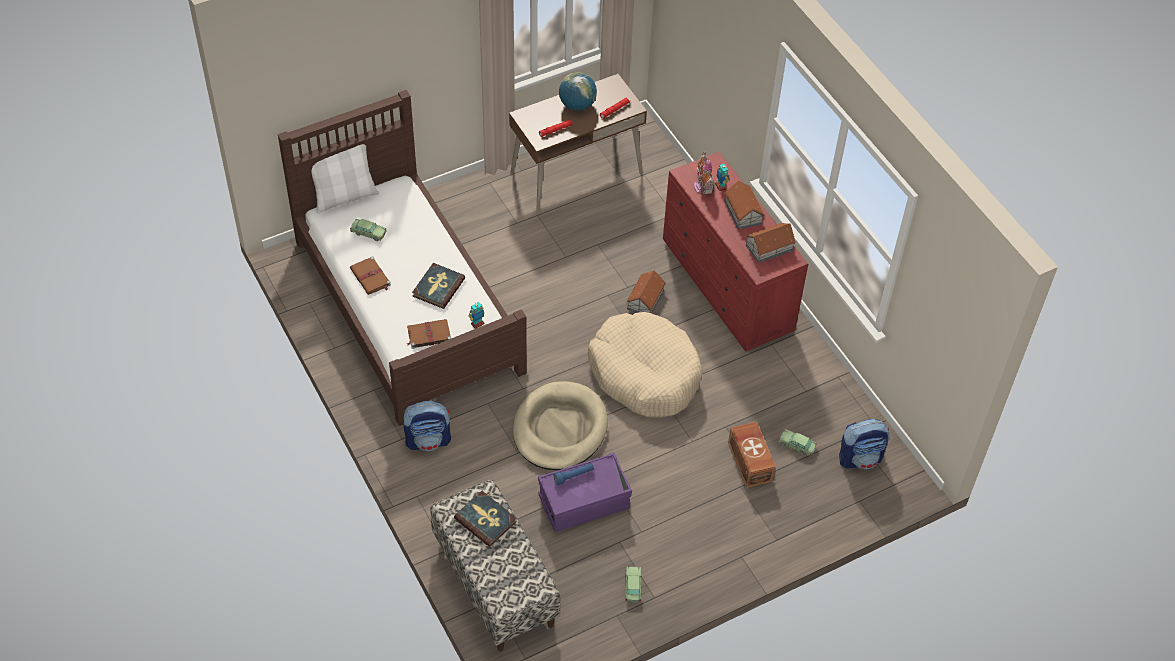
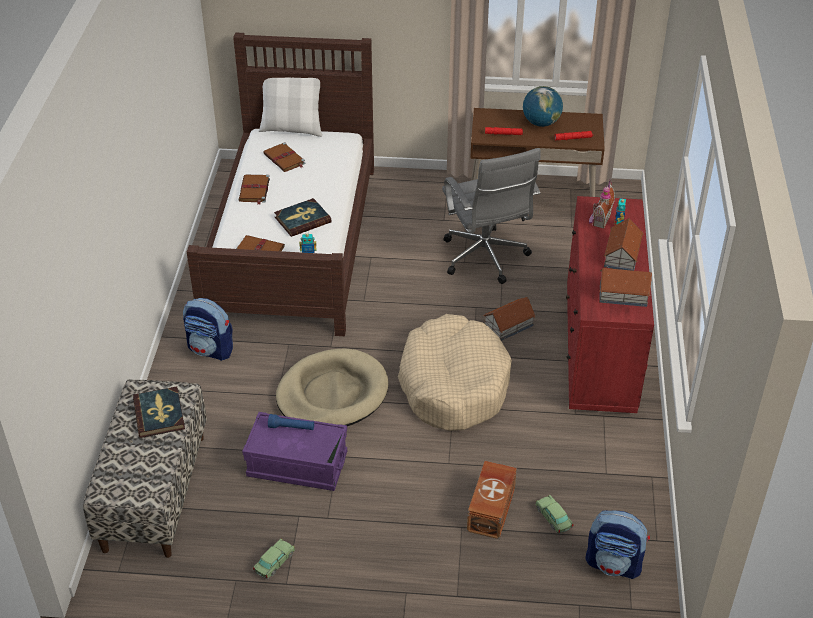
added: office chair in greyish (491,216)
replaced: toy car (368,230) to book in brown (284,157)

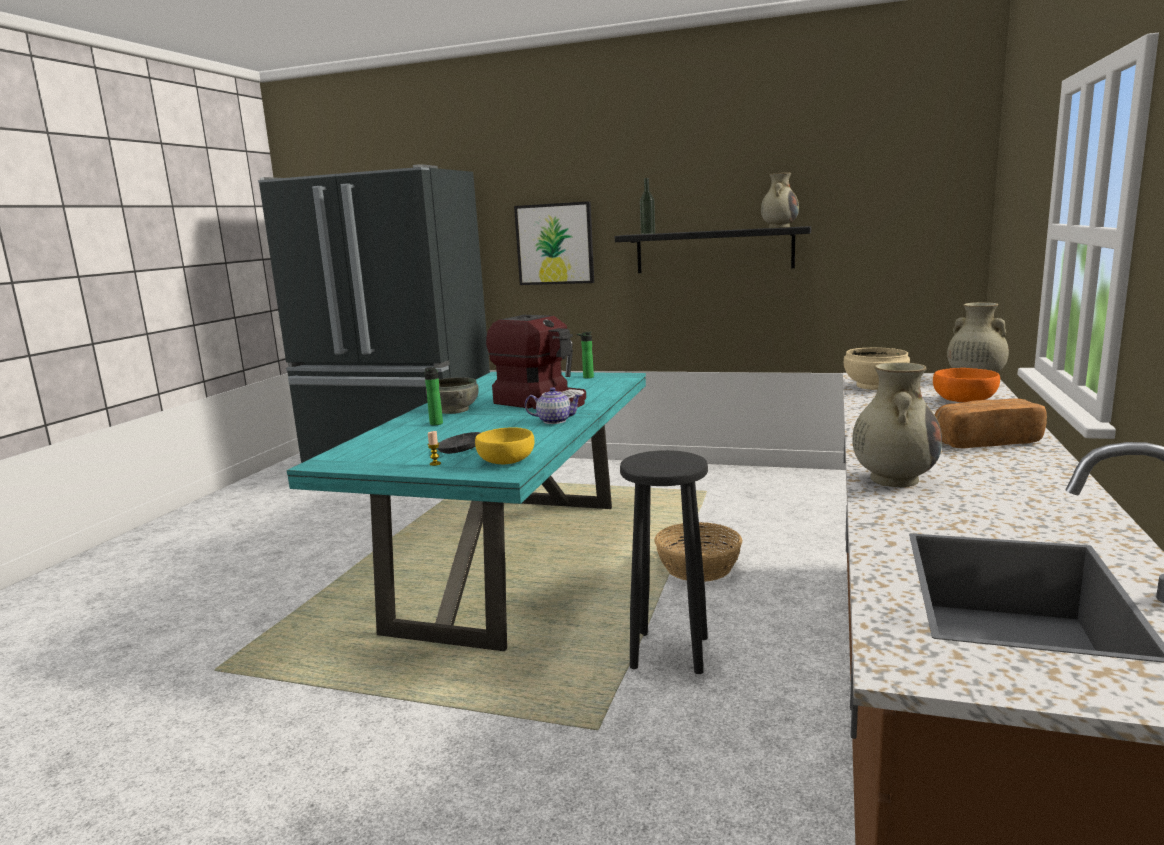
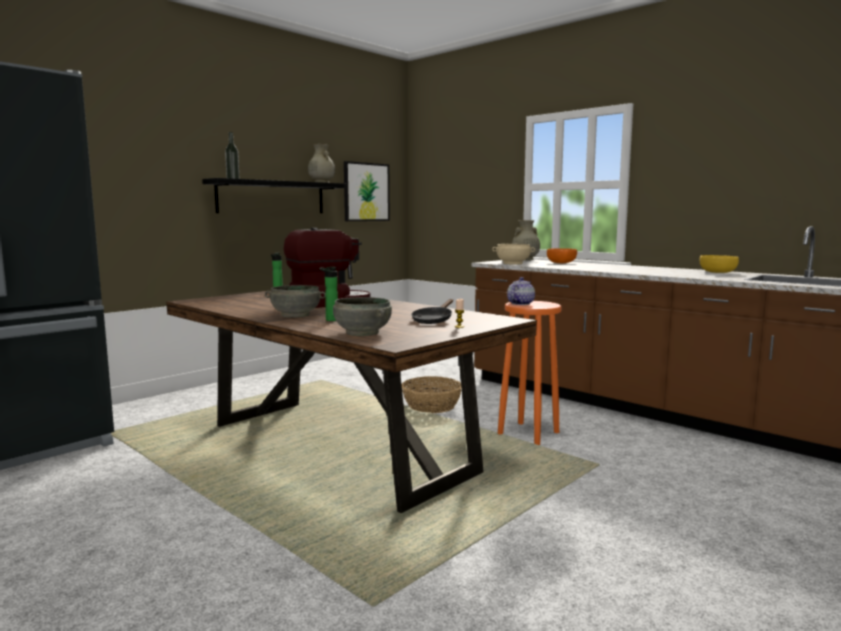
removed: vase in beige-coloured (897,424); bakery bread (991,423)
added: serving bowl in greyish (362,316)
moved: serving bowl in yellow (505,445) to (719,264); picture (554,243) to (367,191); teapot (553,405) to (521,291)
recoloured: dining table in turquoise-coloured (466,511) to dining table in brown (351,402); stool in blackish (664,562) to stool in orange-coloured (530,373)

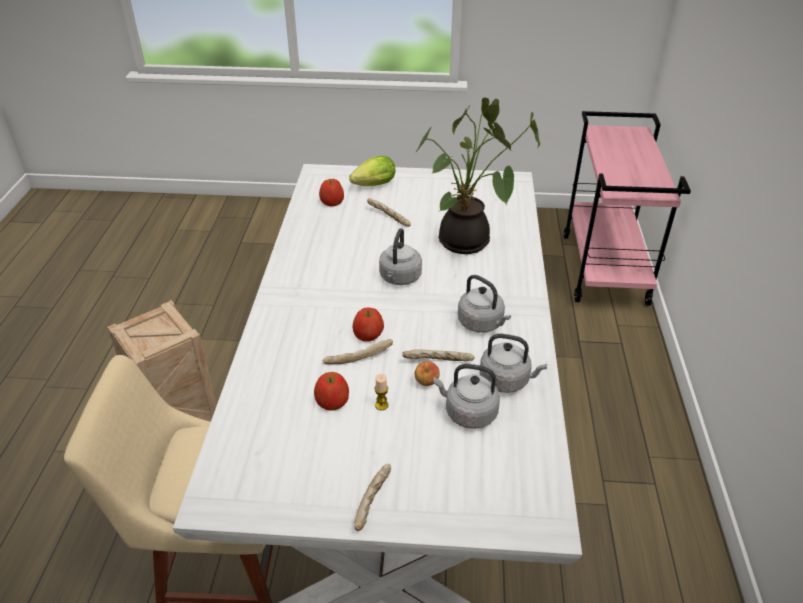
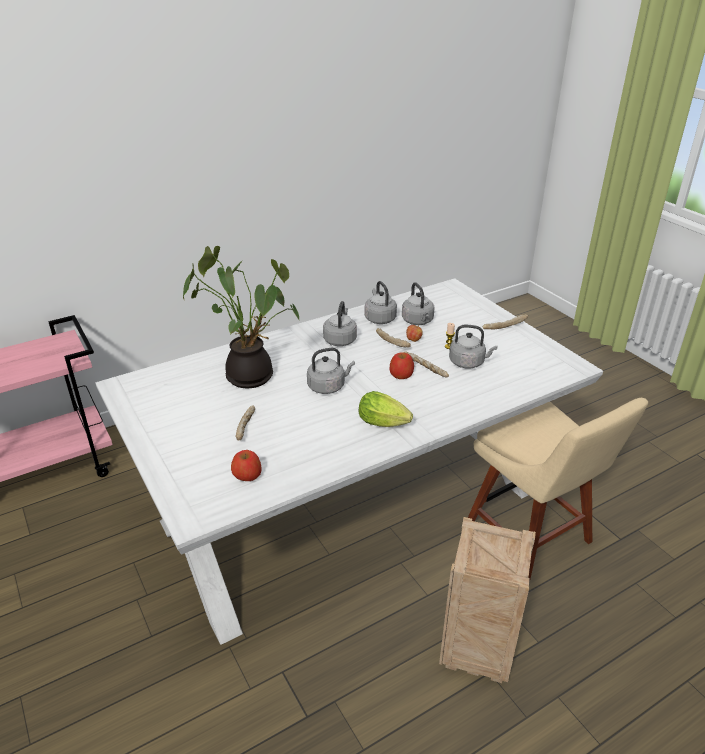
moved: lettuce (372,170) to (386,409)
replaced: apple fruit (331,391) to tea kettle in greyish (473,346)

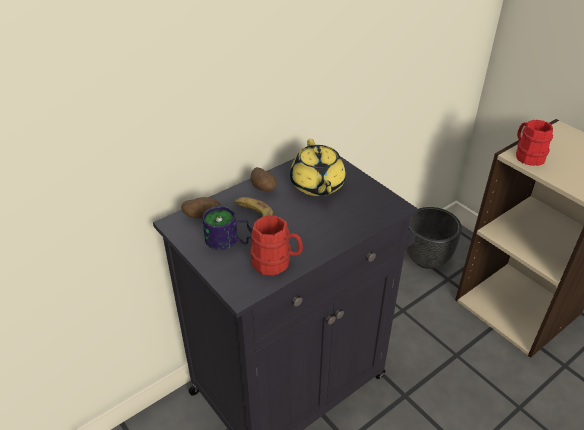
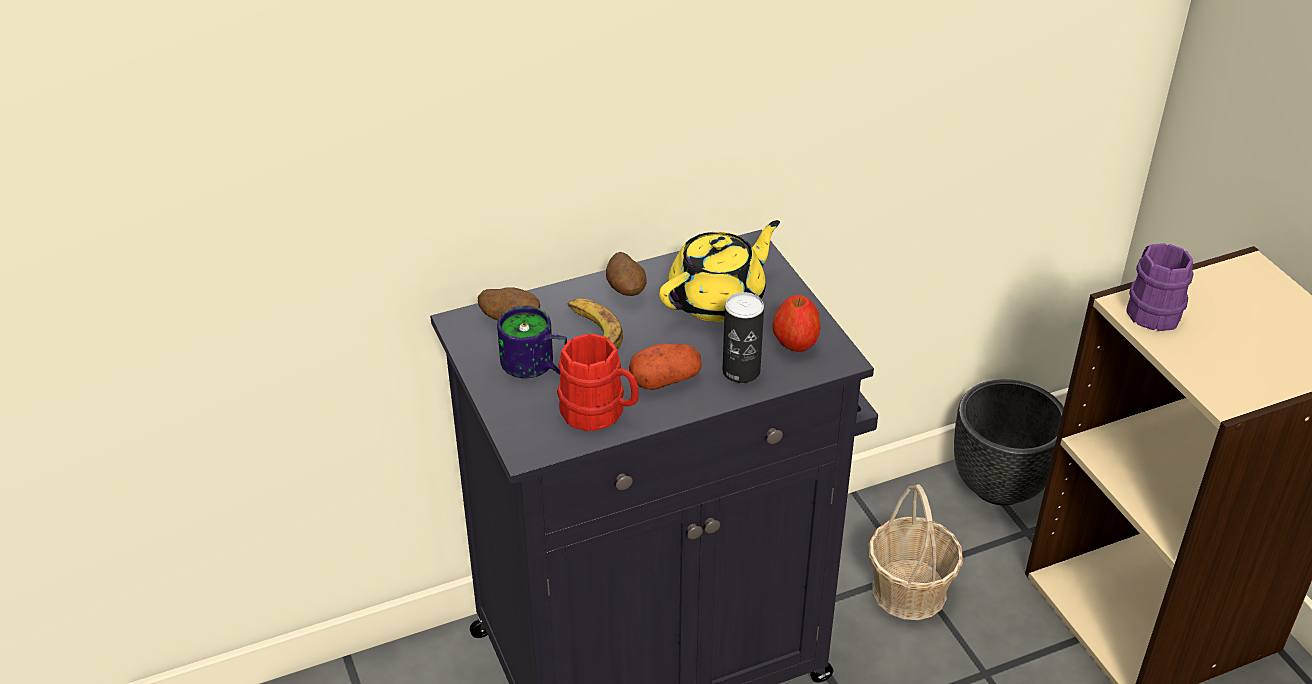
added: whole potato (665,366); can (743,337); apple fruit (796,323); household basket (916,552)
recoloured: coffee mug in reddish (534,143) to coffee mug in purple-coloured (1160,287)
turned: teapot in yellow (318,167) = (719,271) 135 degrees counterclockwise

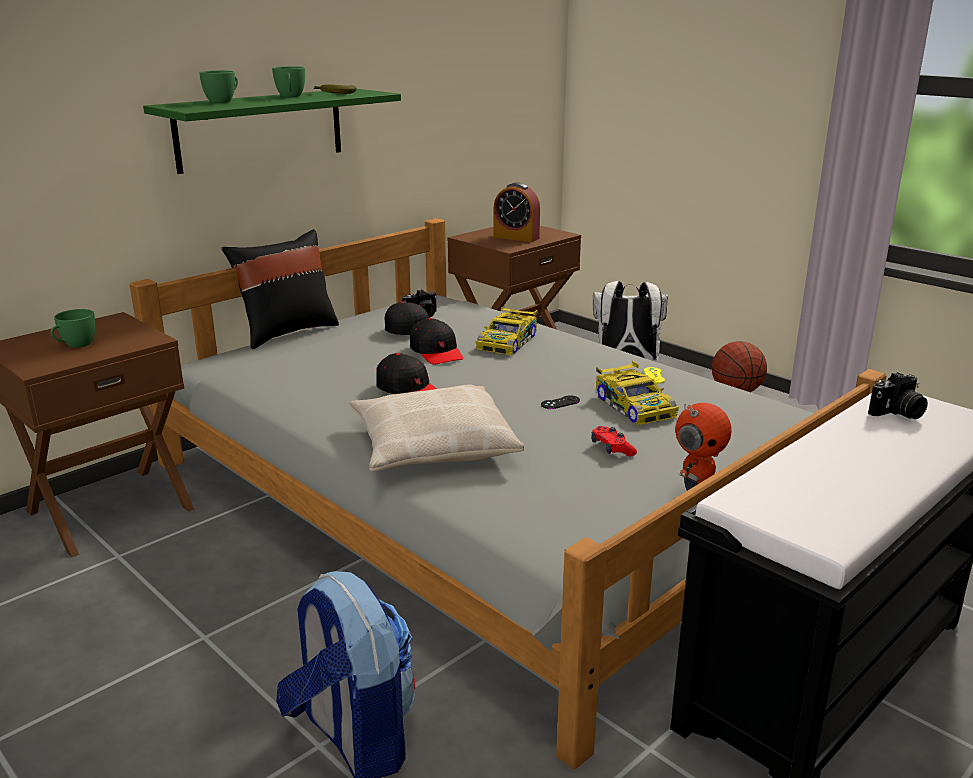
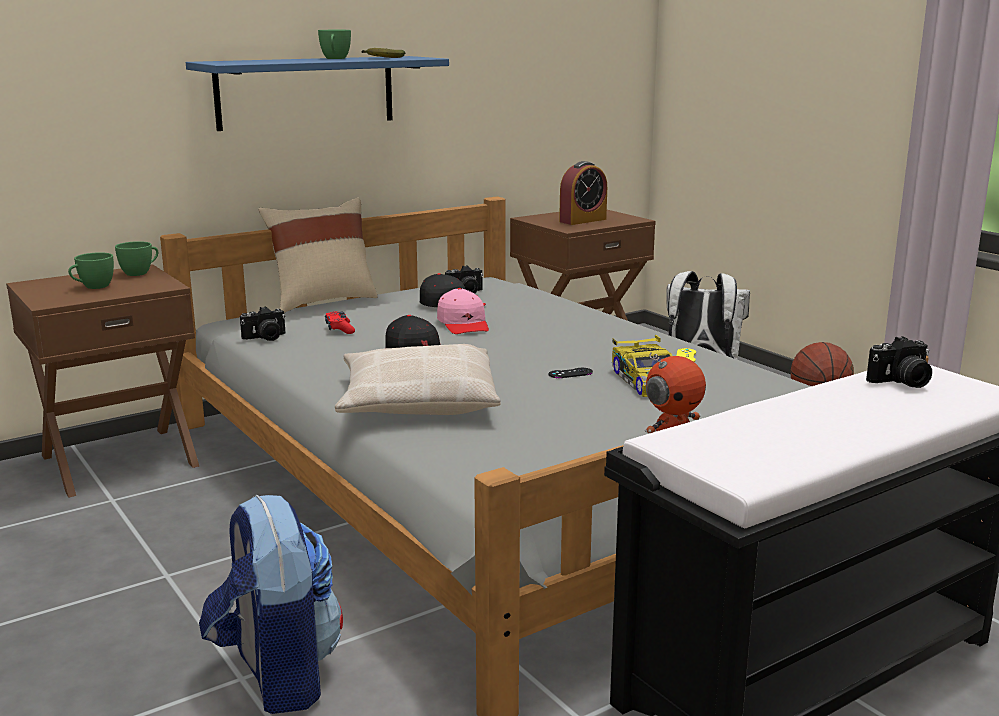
removed: toy car (507,330)
added: photo camera (263,323)
moved: cup in greenish (218,86) to (136,258); gamepad in reddish (614,441) to (340,322)
recoloured: shelf in greenish (272,131) to shelf in bluish (317,93); pillow in blackish (280,289) to pillow in beige-coloured (318,255); baseball cap in blackish (436,341) to baseball cap in pink-coloured (463,311)
turned: alarm clock (517,212) = (583,193) 75 degrees counterclockwise

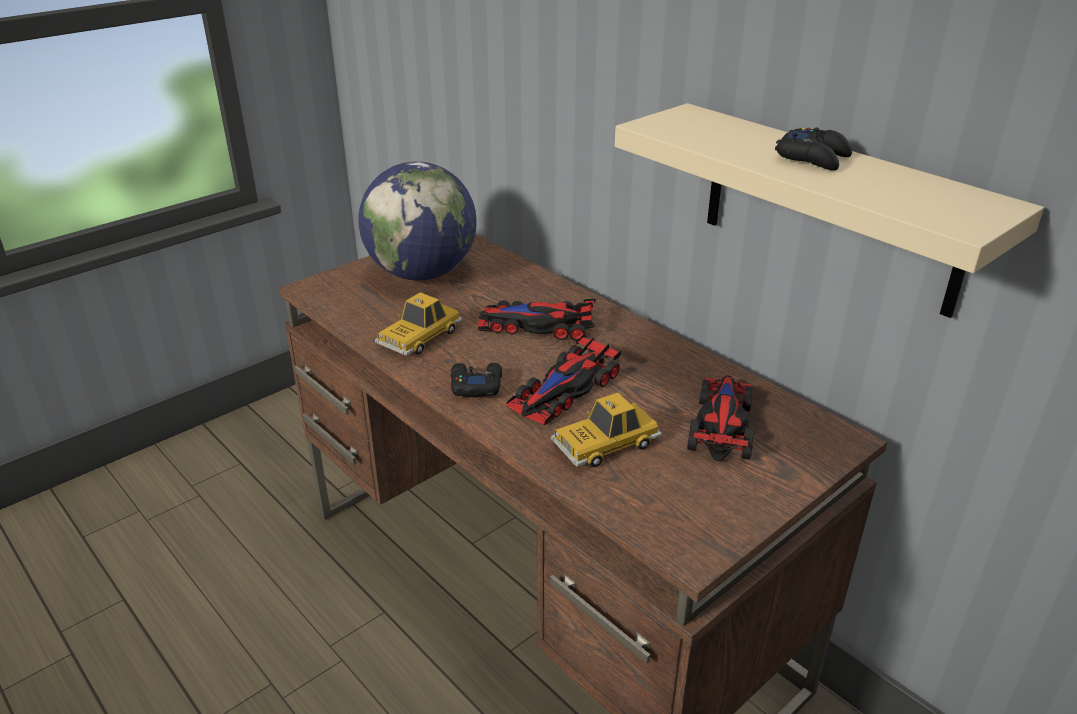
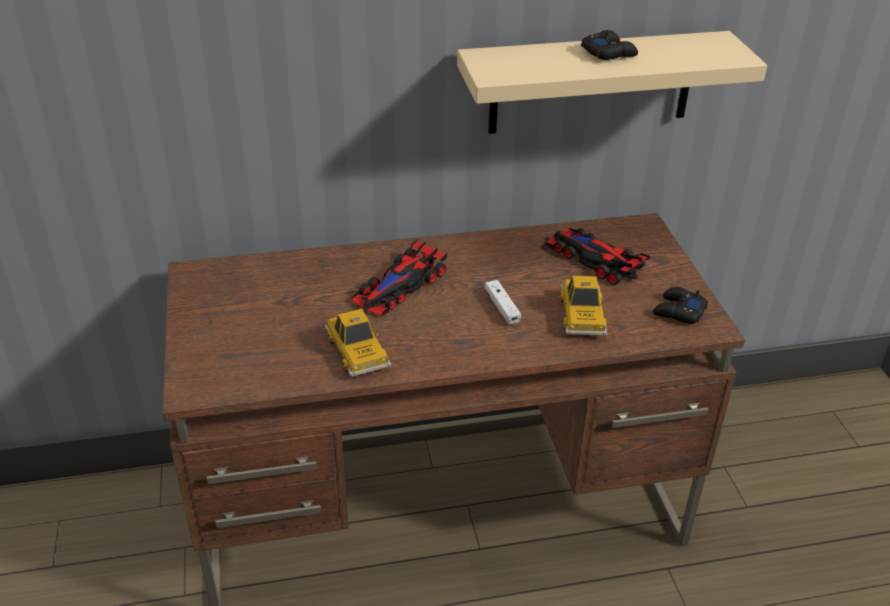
removed: world globe (417,221)
moved: gamepad in blackish (476,380) to (680,305)
replaced: toy car (563,380) to gamepad in white (503,302)

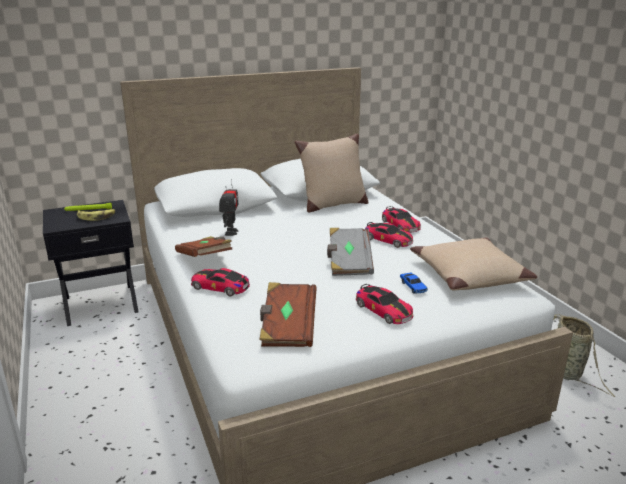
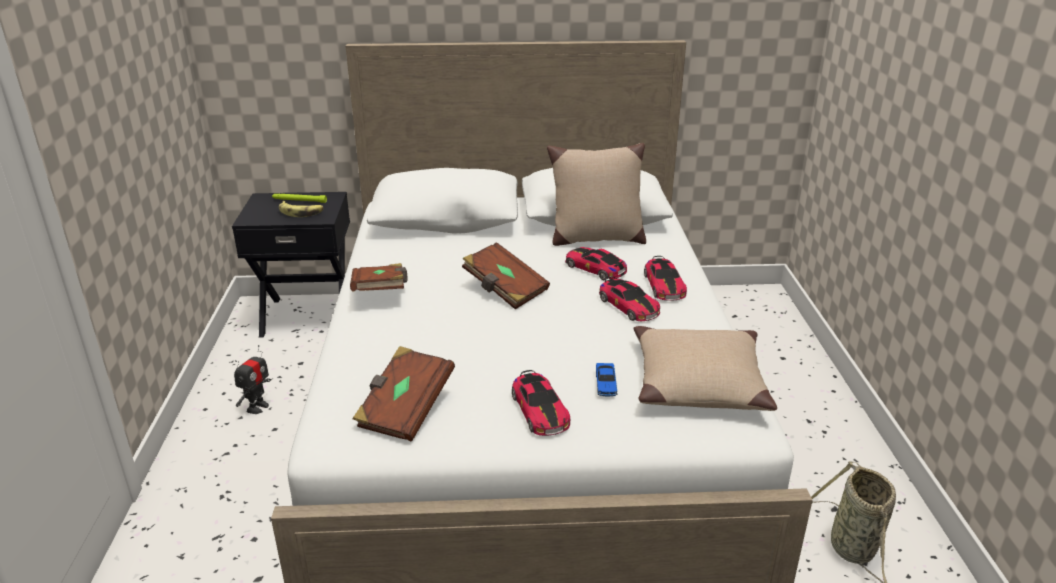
removed: book in greyish (350,252)
added: book in brown (506,275)
moved: toy car (220,282) to (596,263); toy robot (229,207) to (252,379)

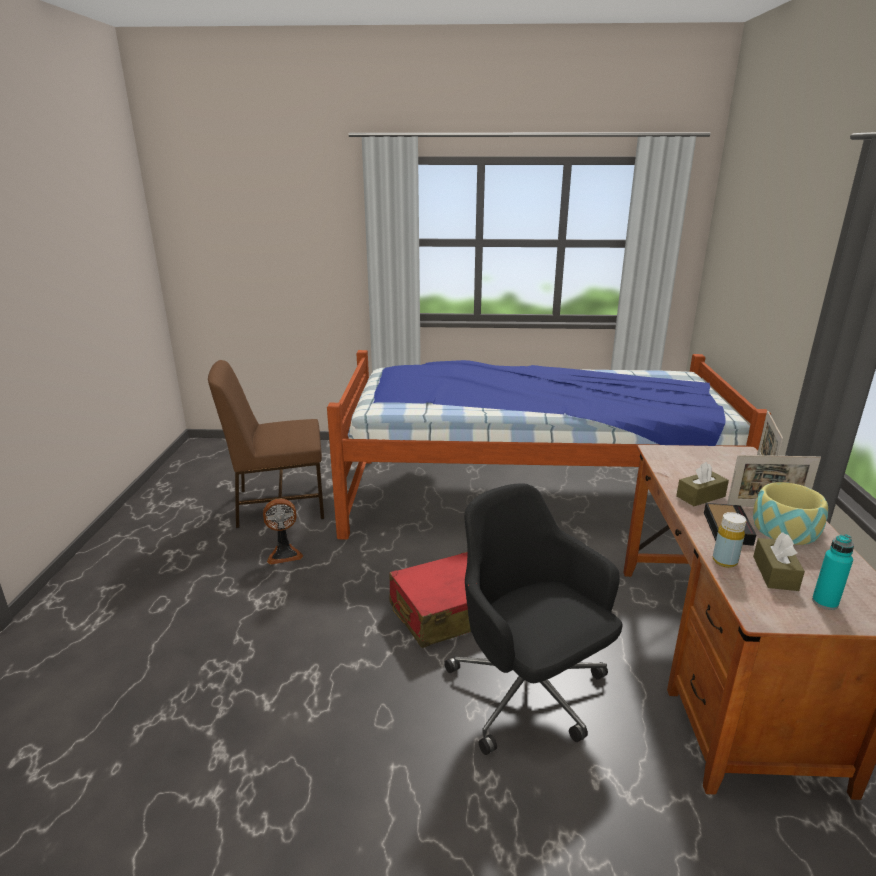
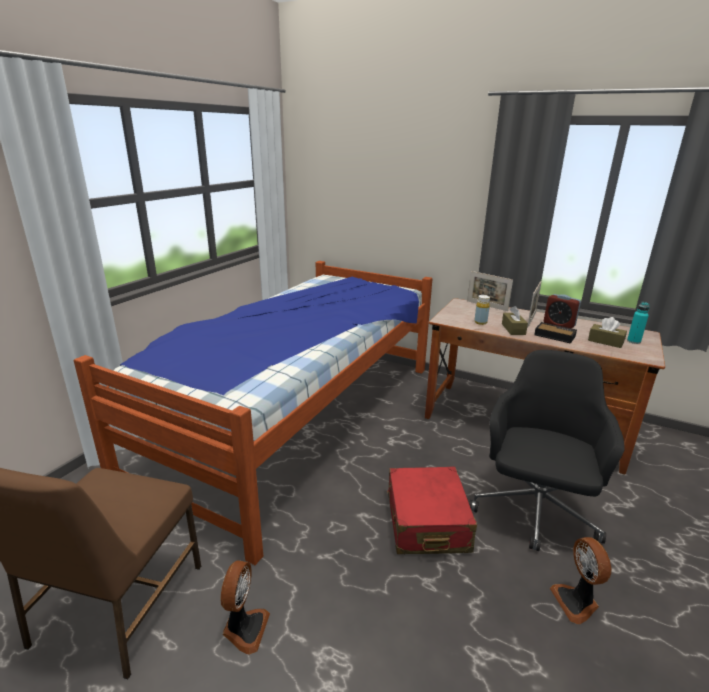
added: fan (580,580)
moved: beverage bottle in yellow (729,540) to (482,310)
replaced: serving bowl (790,513) to alarm clock (562,311)
turned: office chair in blackish (533,619) = (547,450) 120 degrees clockwise

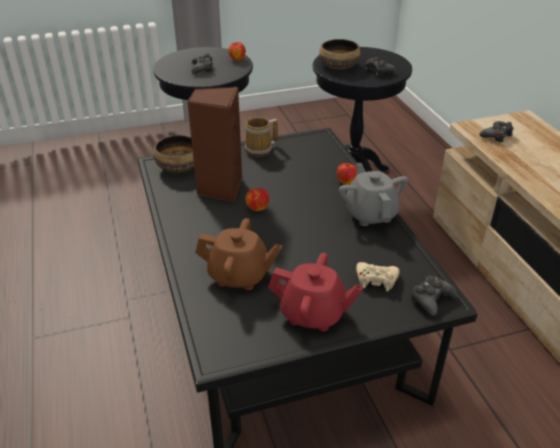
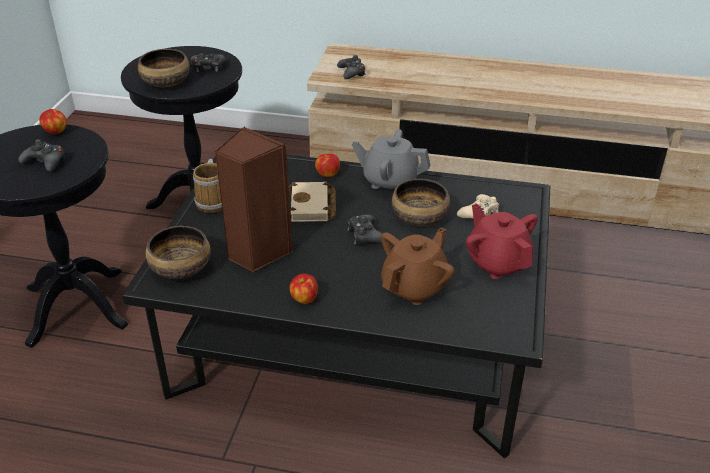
added: book in beige-coloured (312,202); serving bowl (420,202)
moved: apple fruit (257,200) to (303,289); gamepad in blackish (434,295) to (364,229)
turned: teapot in reddish (315,292) = (502,241) 75 degrees counterclockwise

